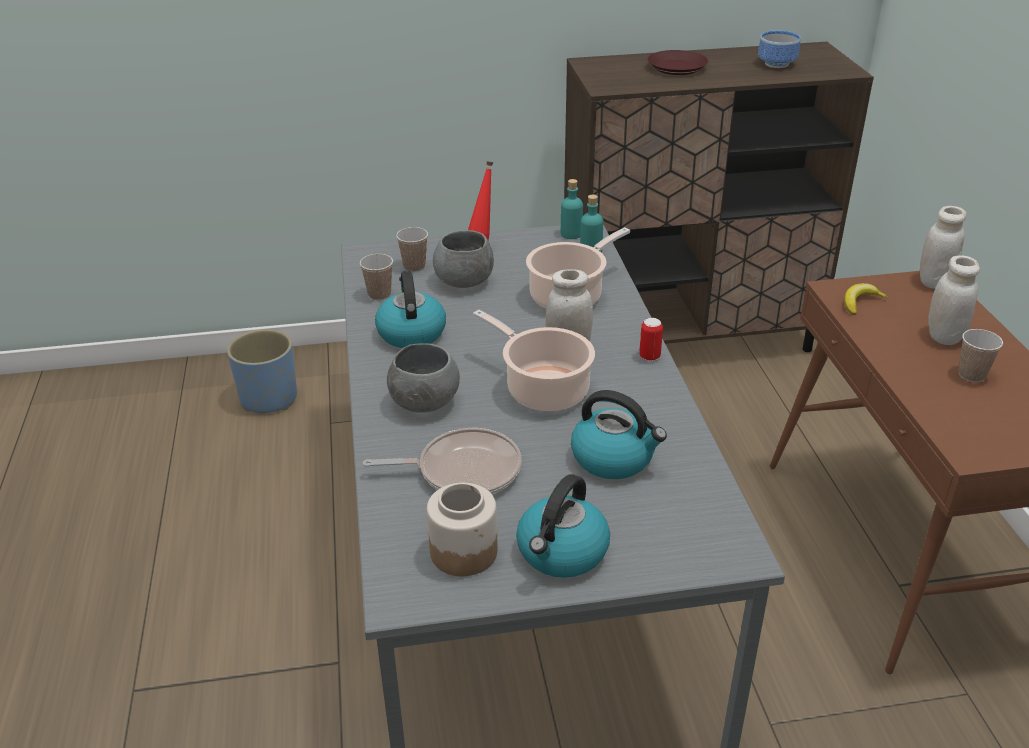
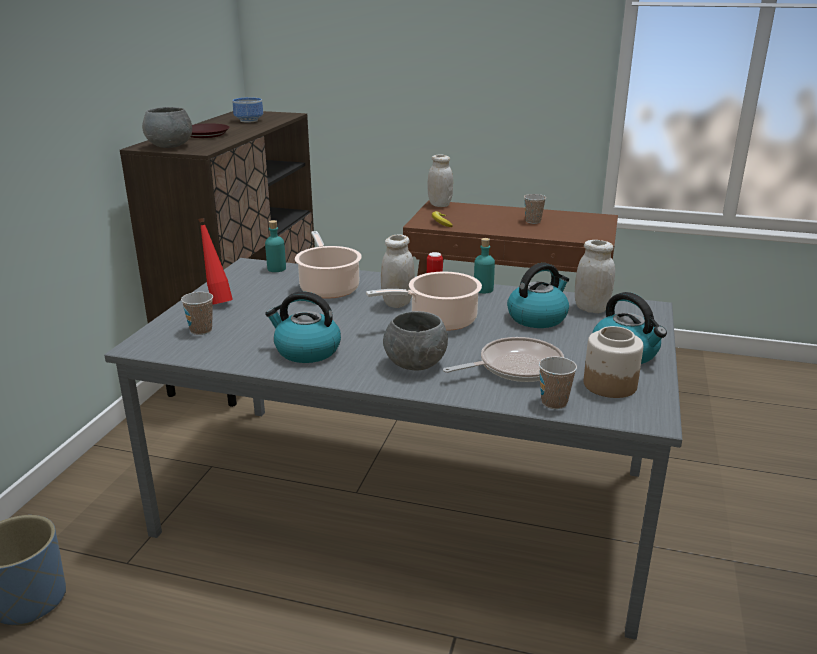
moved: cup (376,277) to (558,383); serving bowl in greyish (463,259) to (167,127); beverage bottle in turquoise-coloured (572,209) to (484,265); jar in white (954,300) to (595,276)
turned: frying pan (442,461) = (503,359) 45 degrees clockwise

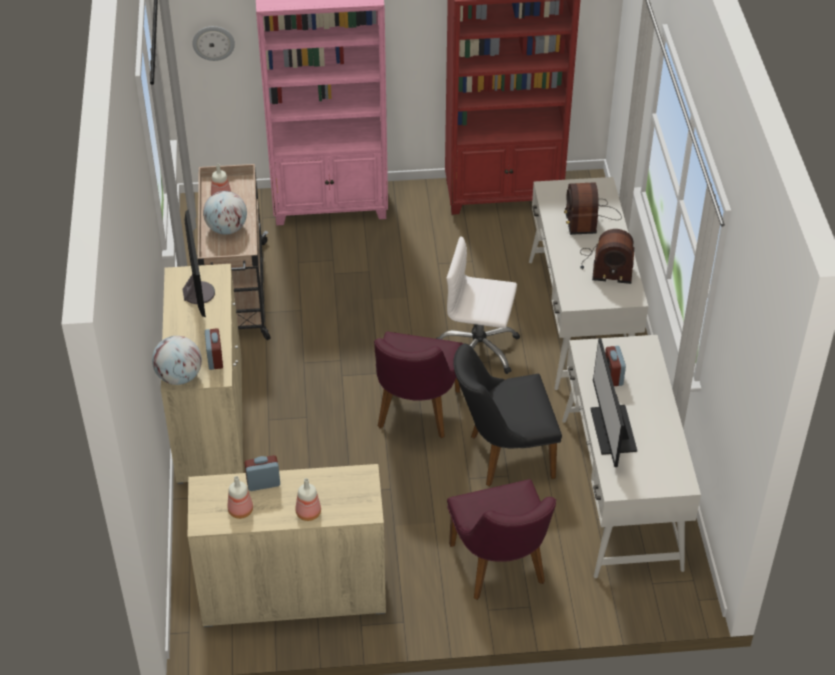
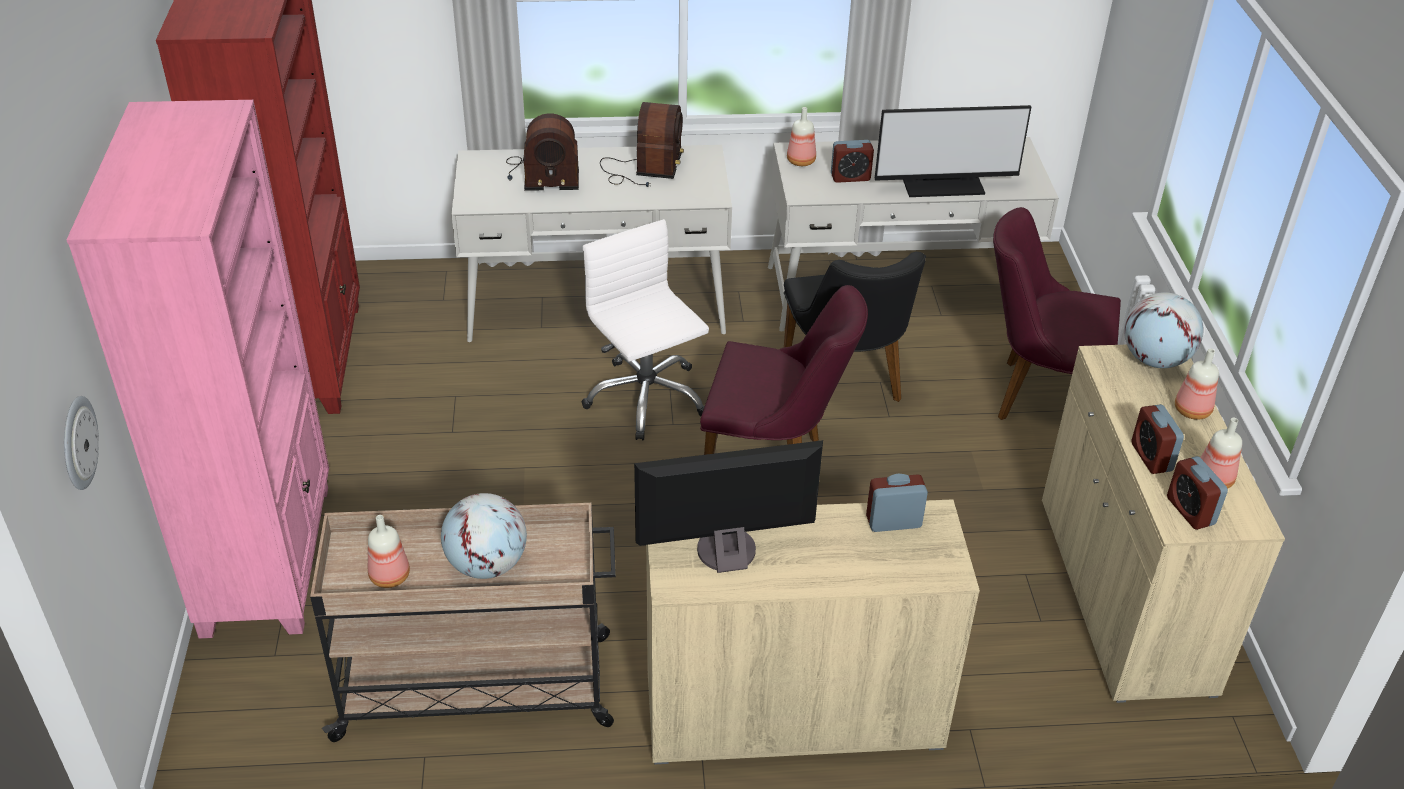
added: beverage bottle (801,136); alarm clock (1197,493)
moved: world globe (177,360) to (1164,330)
turned: office chair in white (478,305) = (645,330) 135 degrees clockwise; plain chair in purple-coloured (501,539) = (1057,313) 150 degrees counterclockwise

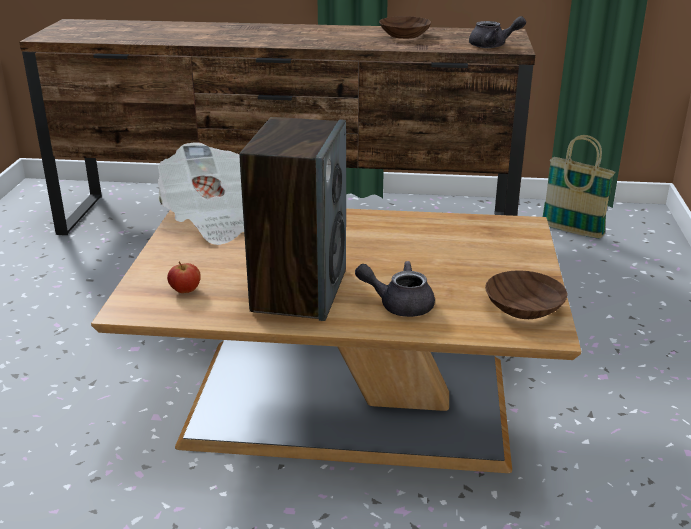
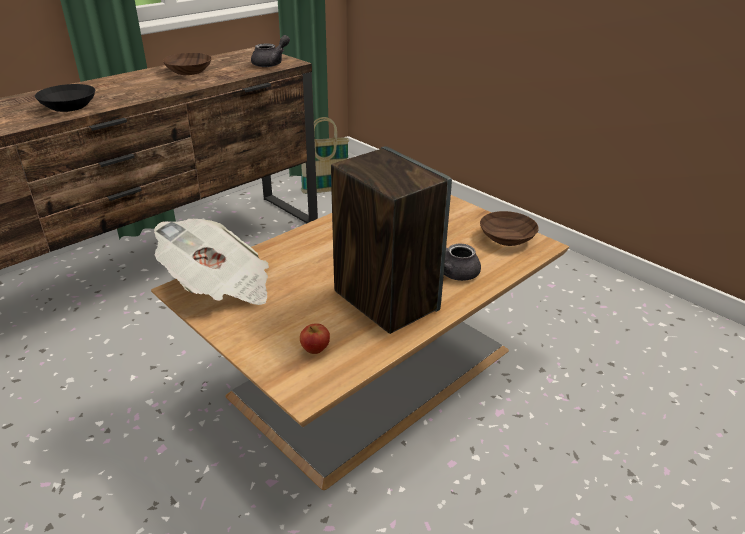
added: serving bowl in blackish (65,98)

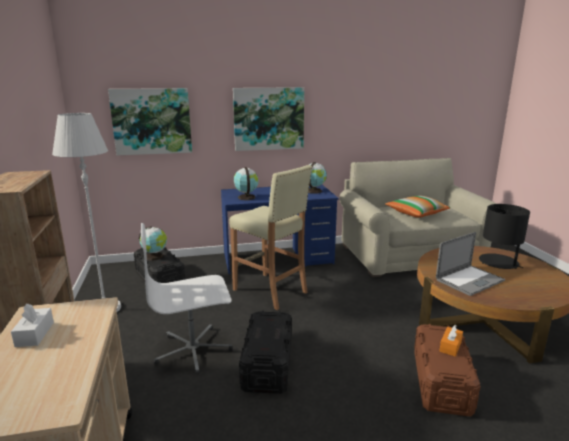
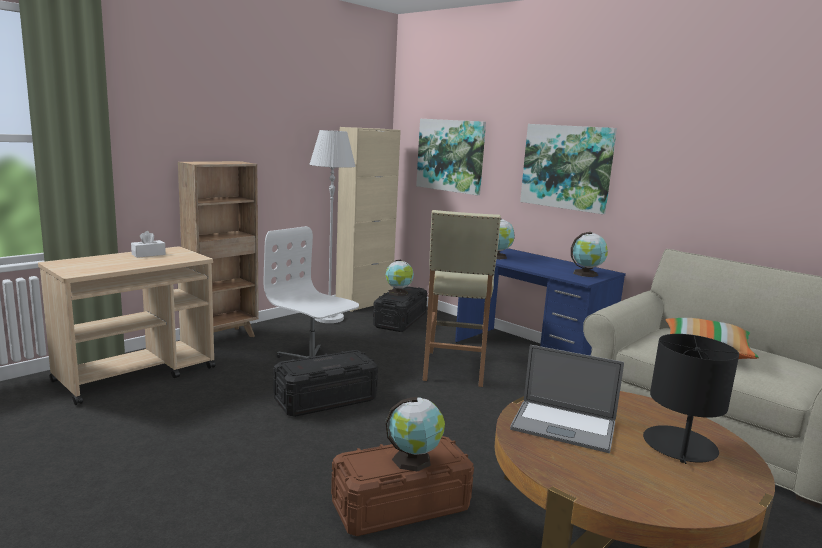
added: storage cabinet in beige-coloured (368,219)
replaced: tissue holder in orange-coloured (451,341) to world globe (415,434)

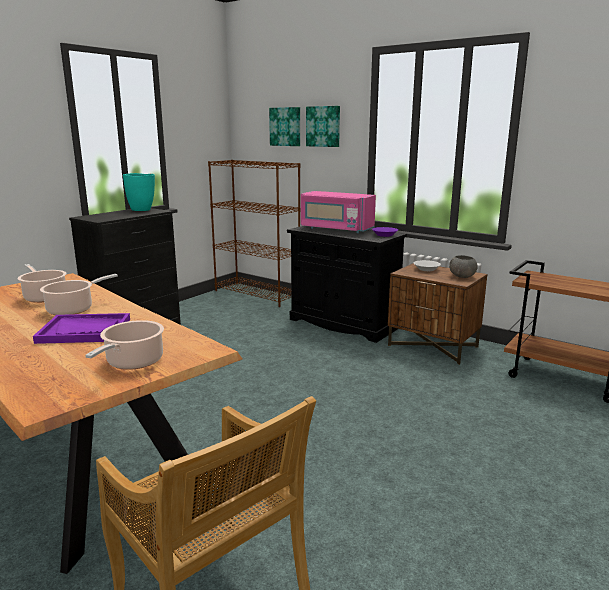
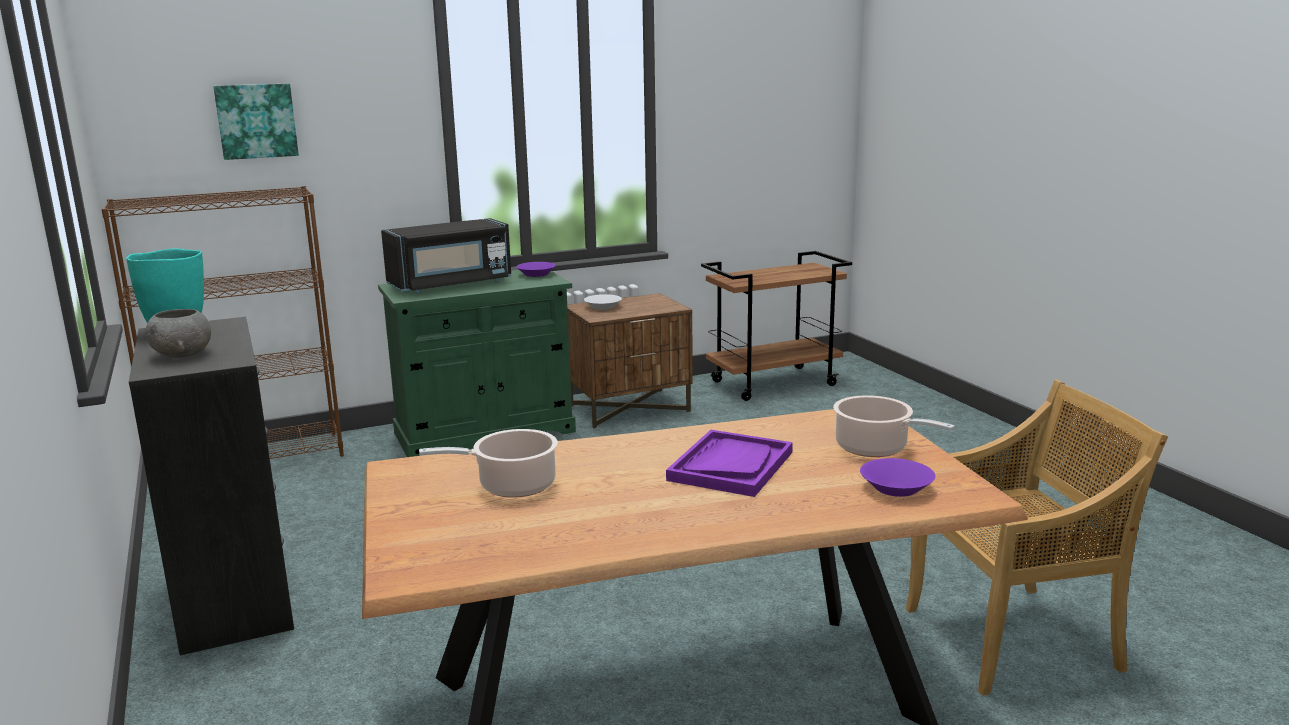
removed: cooking pot (79,294); picture (323,126)
added: serving bowl in purple-coloured (897,477)
moved: serving bowl in greyish (463,266) to (178,333)
recoloured: storage cabinet in blackish (347,284) to storage cabinet in greenish (477,363); microwave in pink-coloured (338,212) to microwave in blackish (446,255)

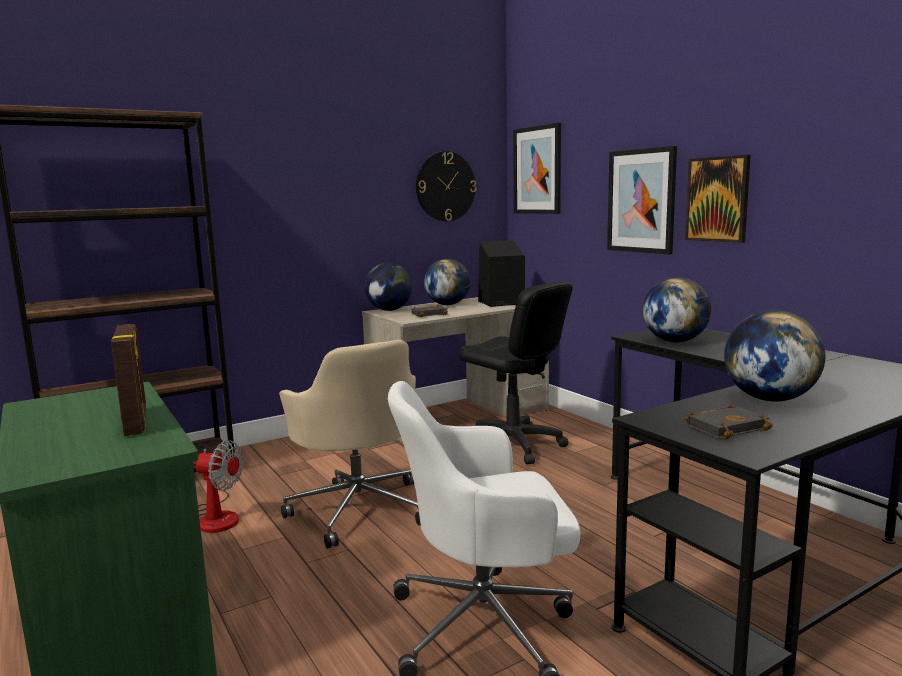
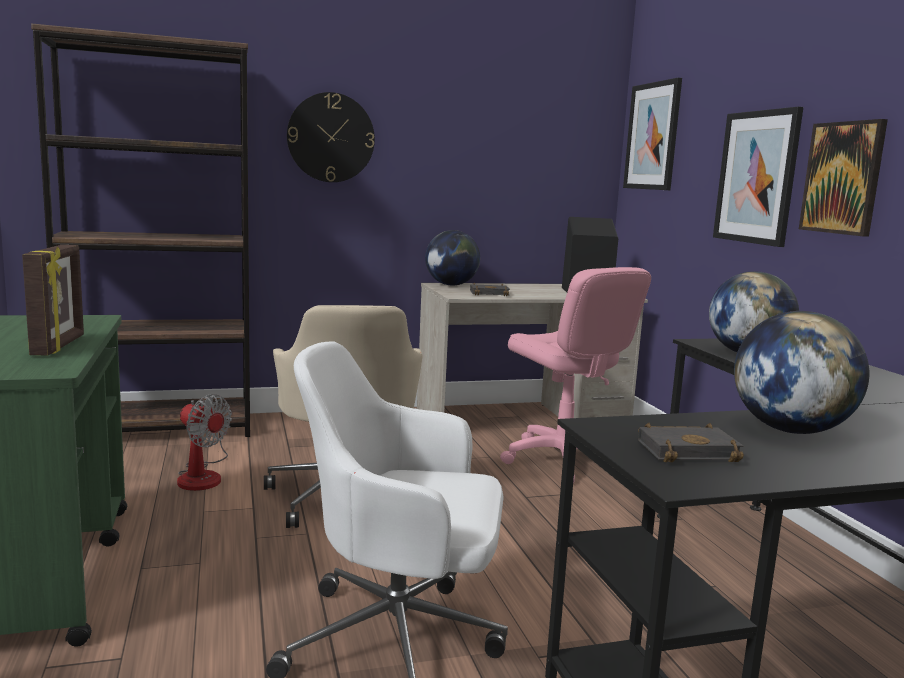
removed: world globe (447,282)
moved: wall clock (446,186) to (331,137)
recoloured: office chair in blackish (515,372) to office chair in pink-coloured (575,375)

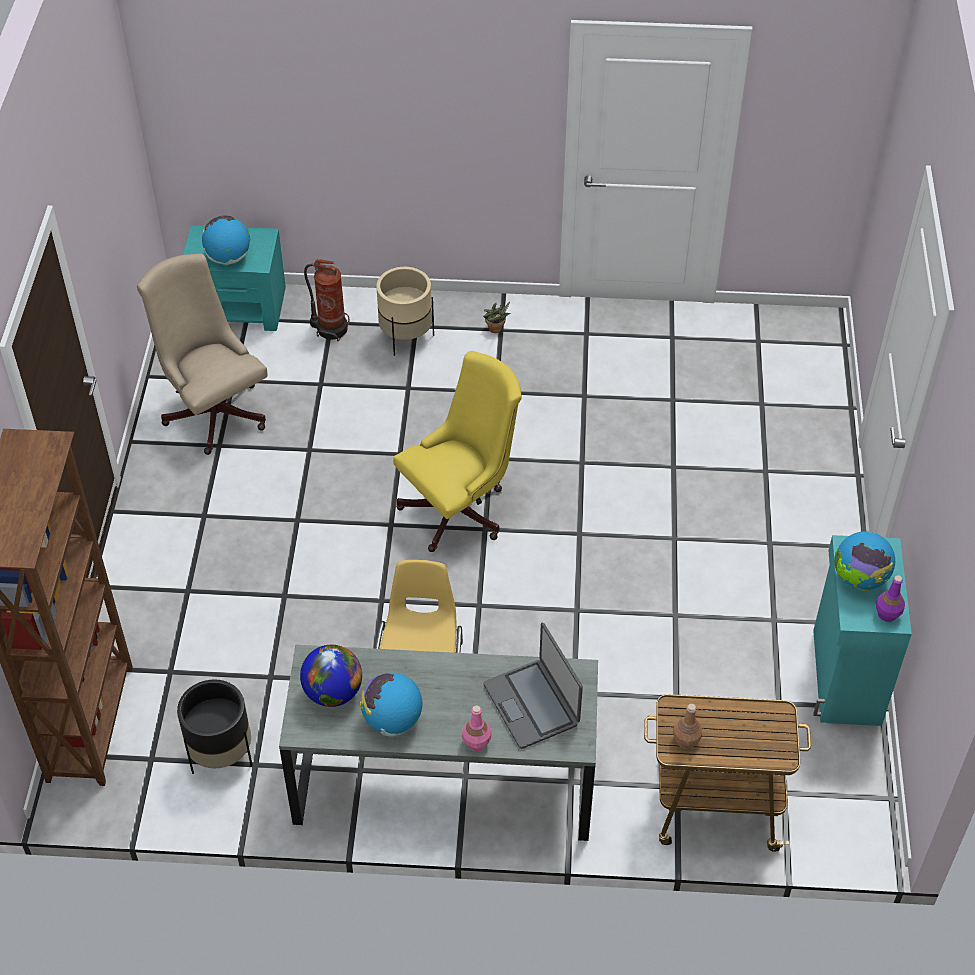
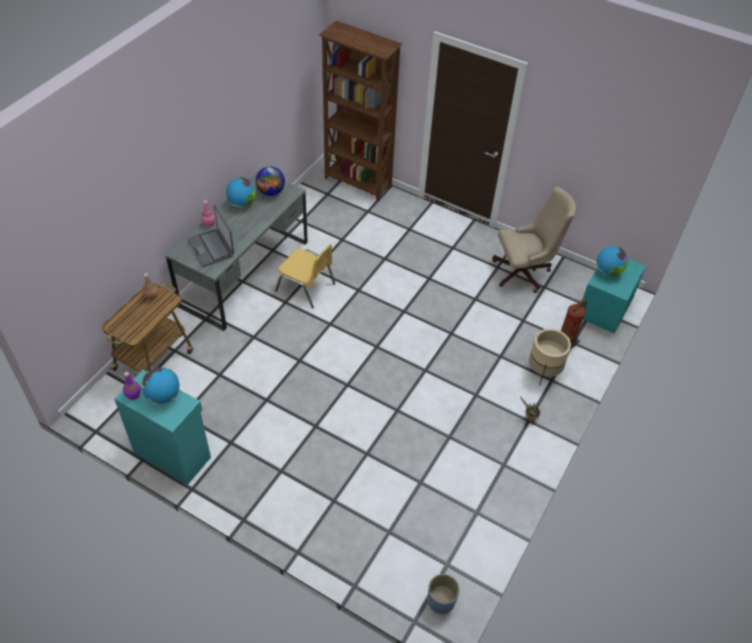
removed: planter in blackish (215,726); office chair in yellow (457,451)
added: planter in bluish (443,594)
turned: notebook computer (533,686) = (211,236) 120 degrees counterclockwise

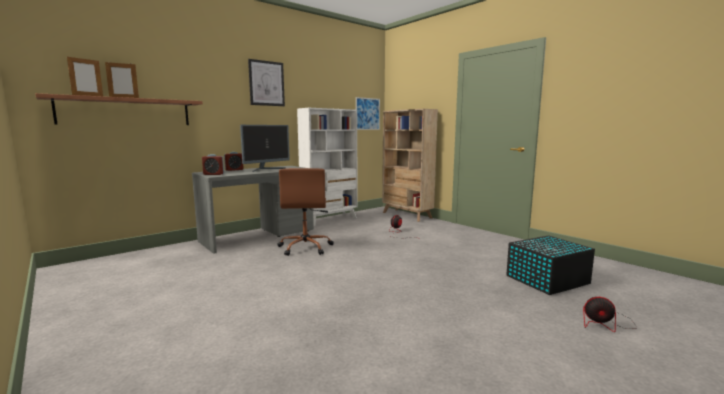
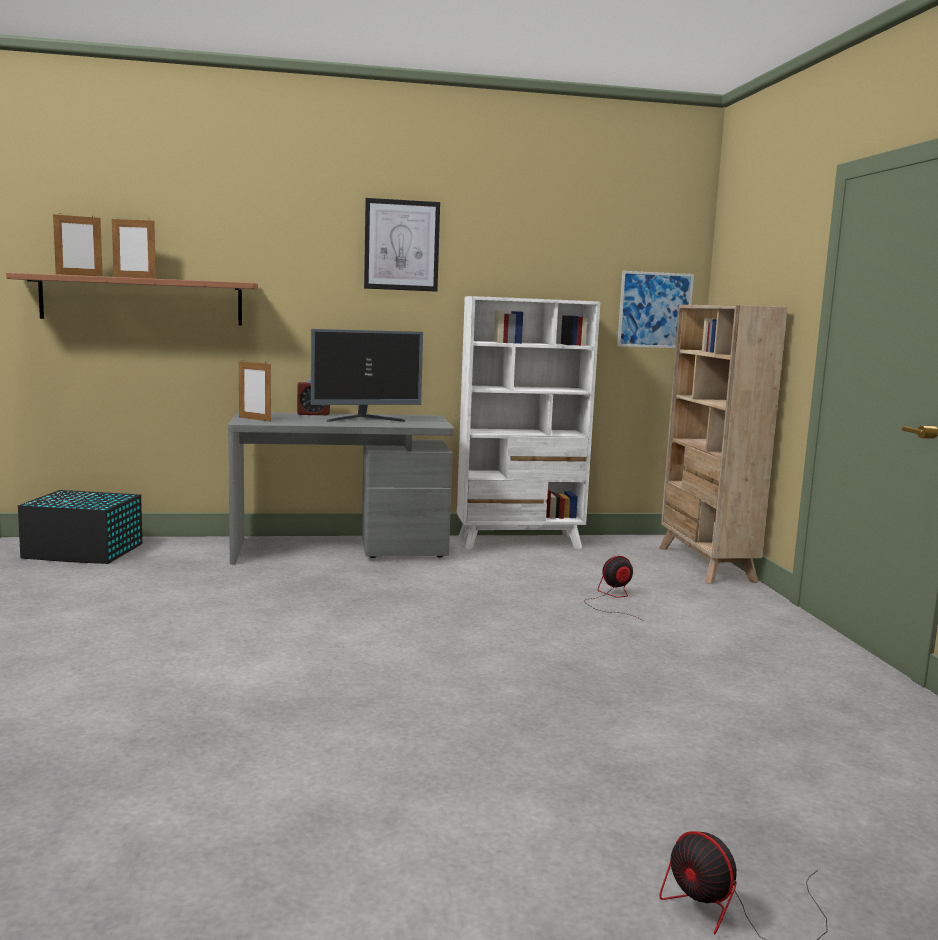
removed: office chair in brown (306,212)
moved: storage box in blackish (550,265) to (80,527)
replaced: alarm clock (213,164) to picture frame (255,391)

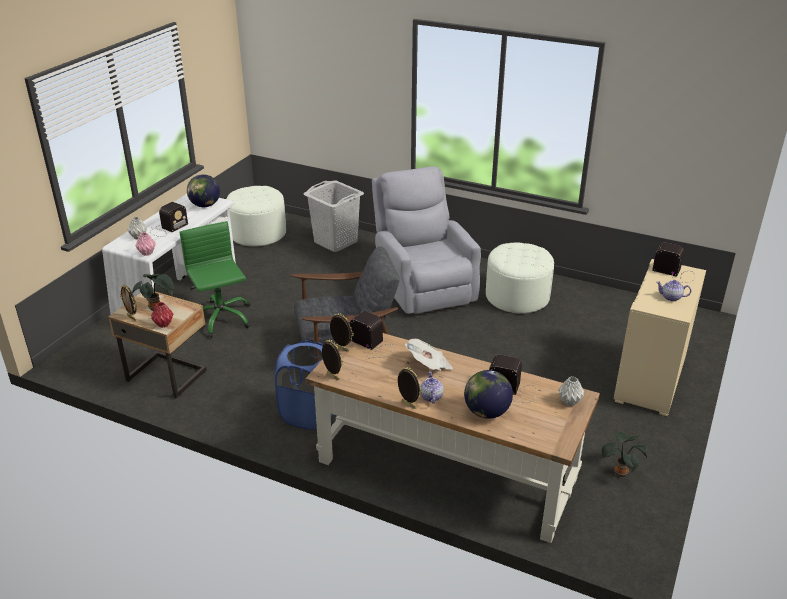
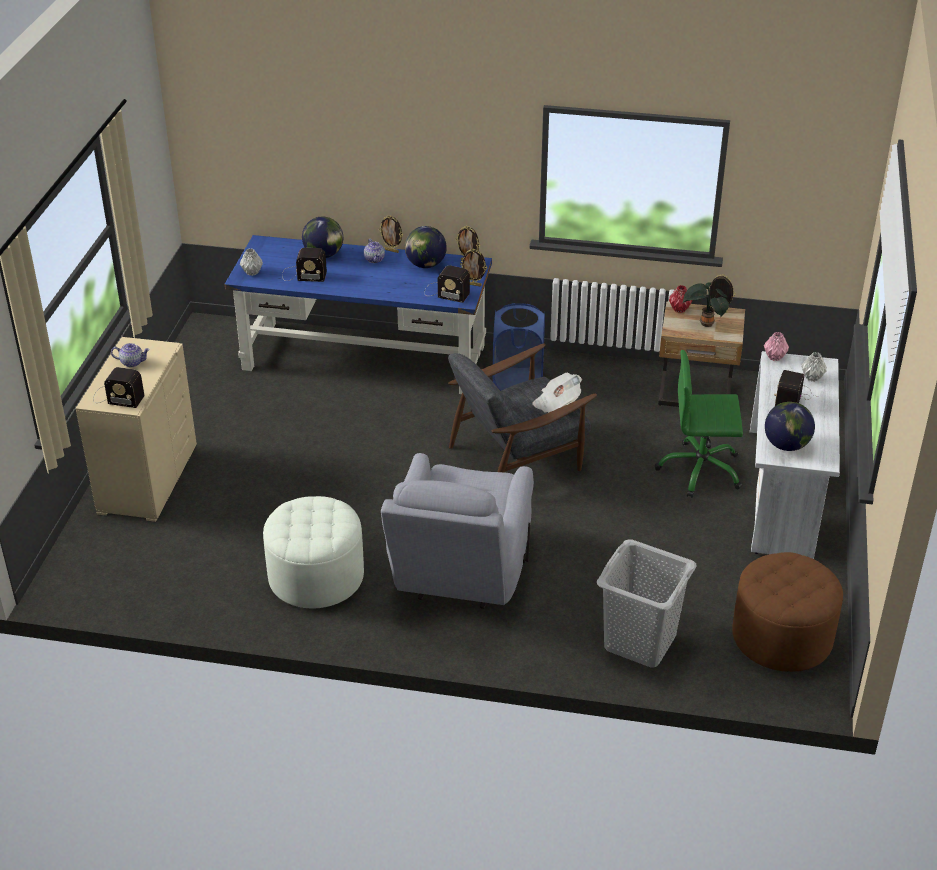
removed: plant in a pot (624,454)
added: world globe (426,247)
moved: daily paper (429,355) to (557,393)
recoloured: footrest in white (256,216) to footrest in brown (787,612); desk unit in brown (453,438) to desk unit in bluish (358,314)
turned: office chair in greenish (215,279) = (699,424) 135 degrees clockwise; lounge chair in greyish (426,240) = (457,531) 45 degrees clockwise

